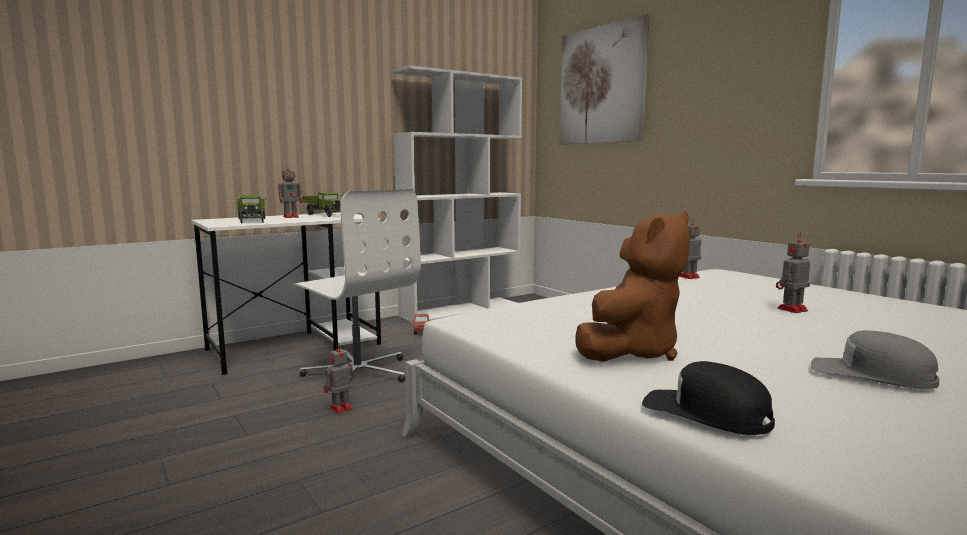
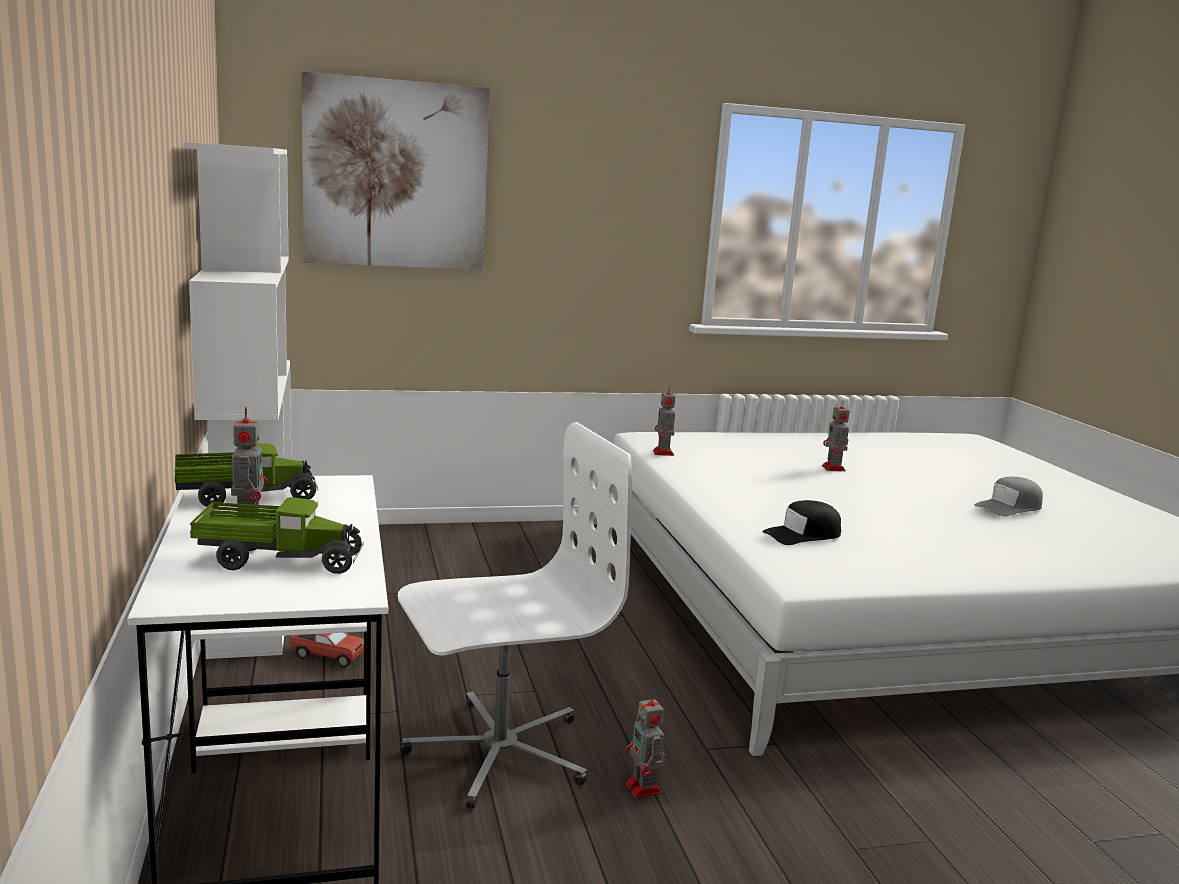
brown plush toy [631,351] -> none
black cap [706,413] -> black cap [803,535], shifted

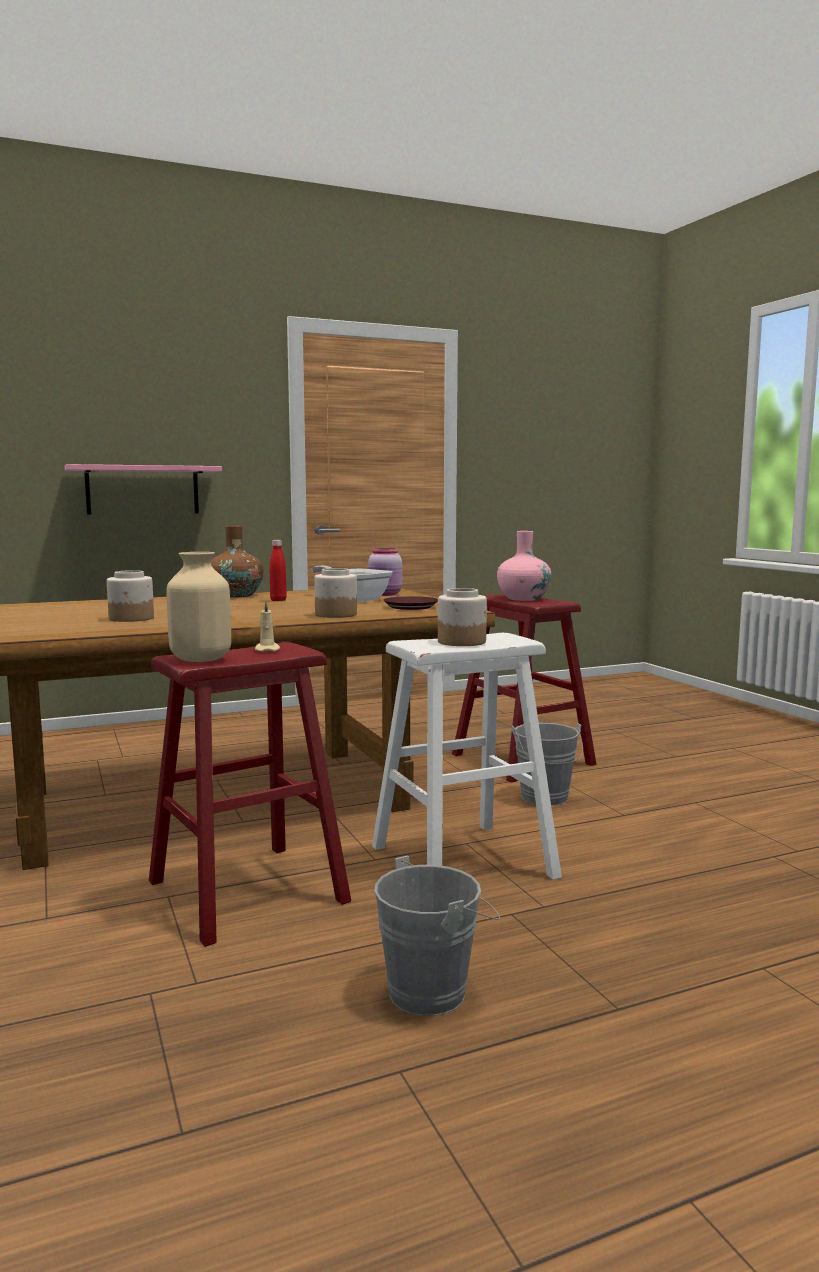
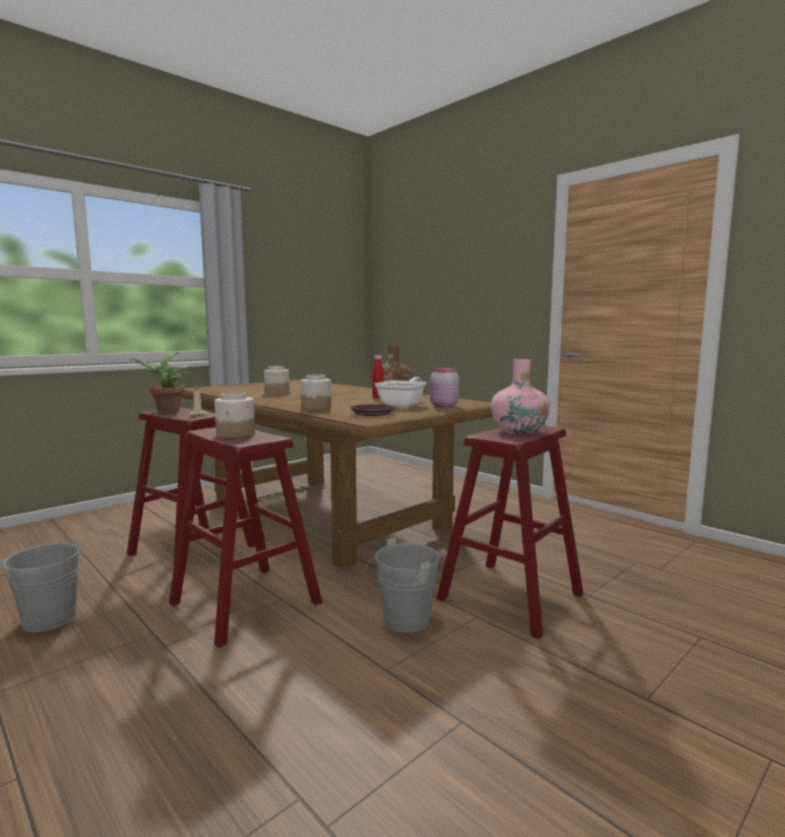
pink shelf [142,490] -> none
beige vase [200,659] -> potted plant [166,411]
white stool [462,861] -> red stool [245,602]

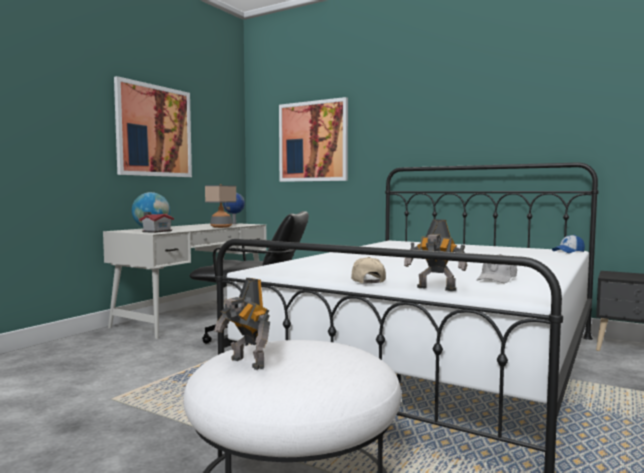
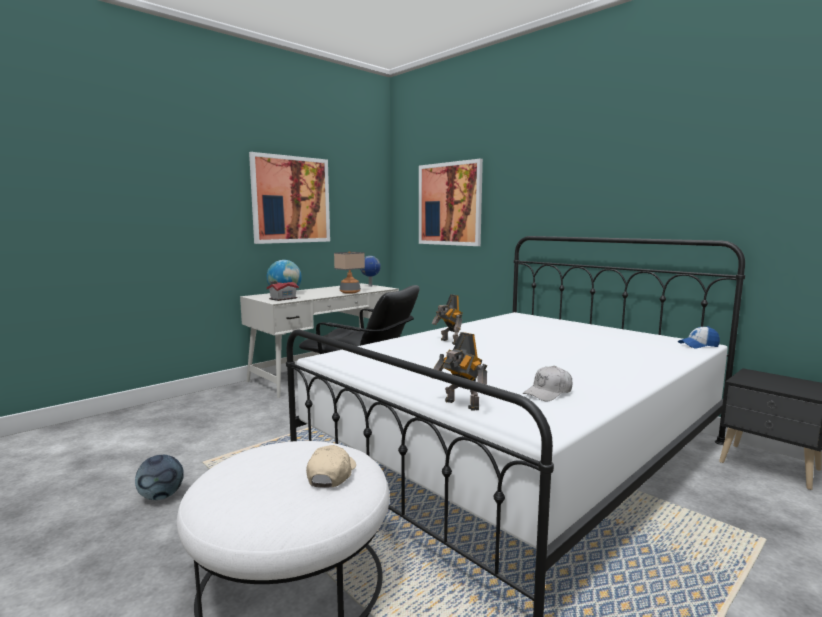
toy robot [246,364] -> toy robot [448,342], shifted
beige cap [367,281] -> beige cap [331,474], shifted
none -> football [161,496]

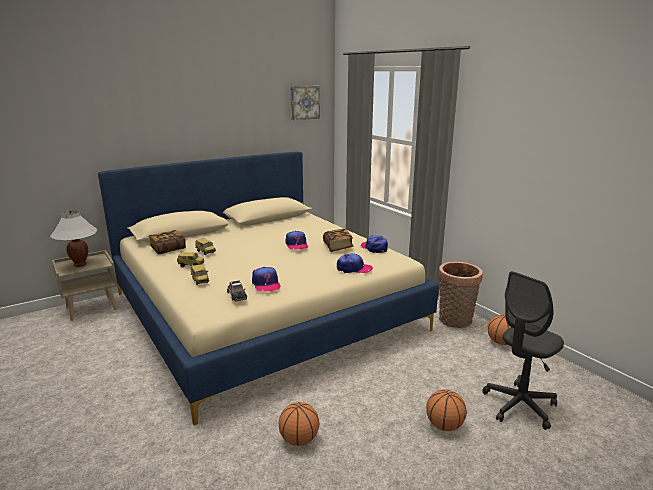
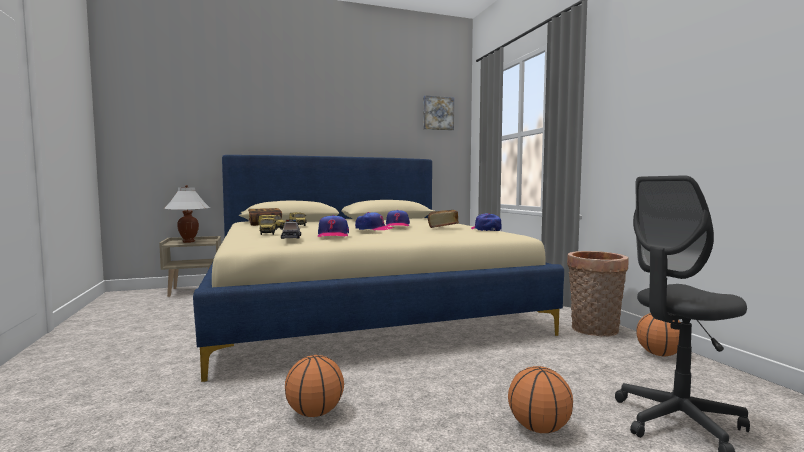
cap [354,268] -> cap [374,229], shifted

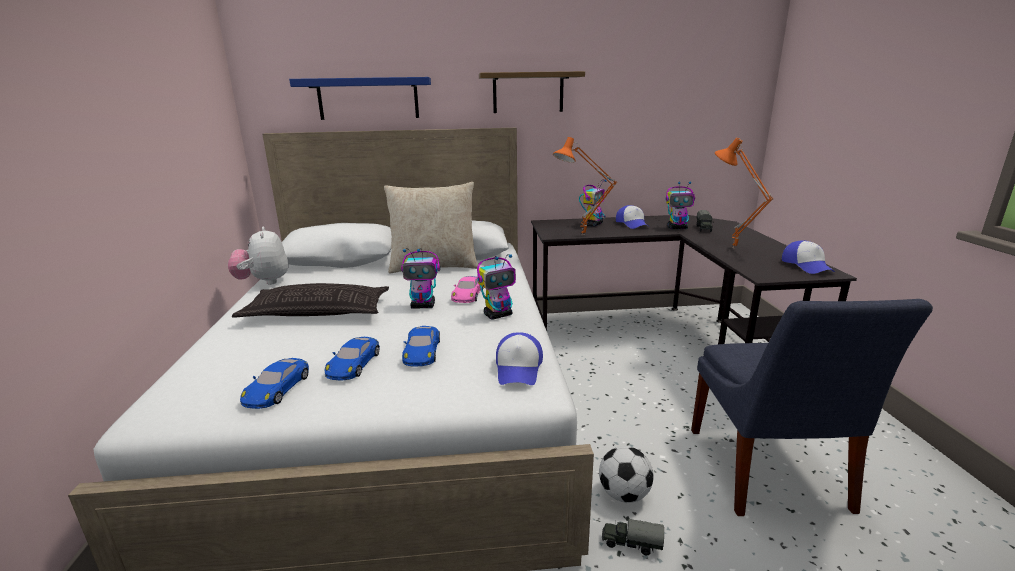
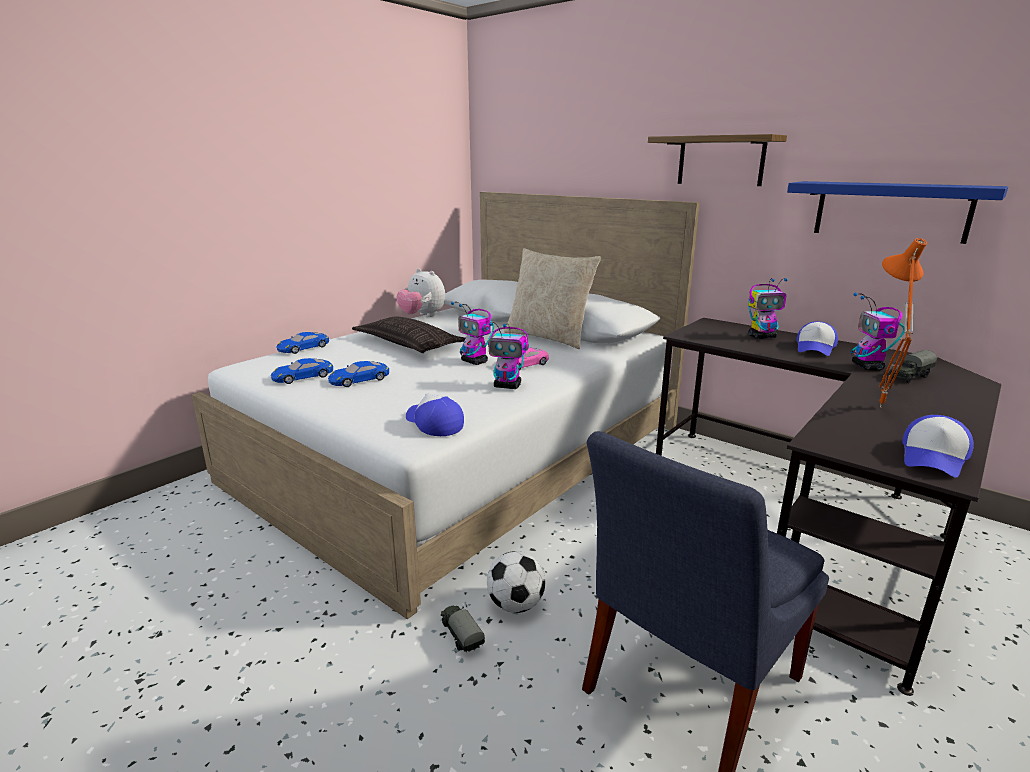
plush toy [263,282] -> plush toy [422,316], 75 degrees counterclockwise
blue shelf [368,98] -> blue shelf [891,211], shifted
blue toy car [422,351] -> blue toy car [303,348], shifted
cap [519,368] -> cap [433,423], 90 degrees clockwise
orange table lamp [583,235] -> none
toy robot [677,228] -> toy robot [867,367], 45 degrees clockwise

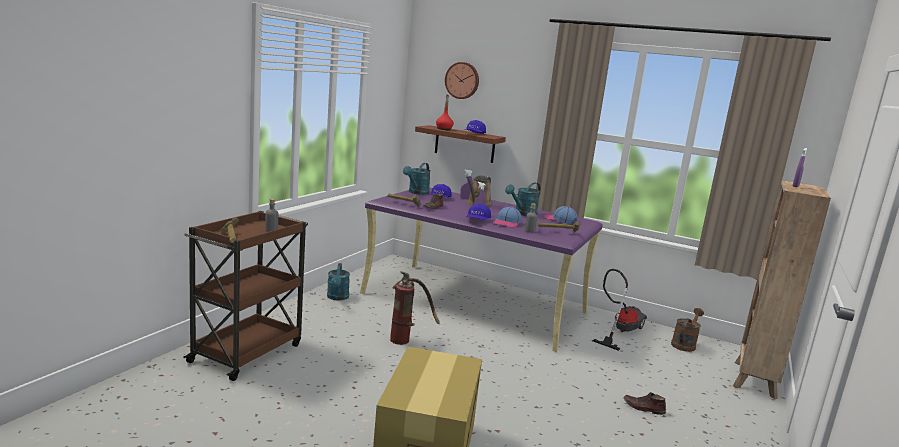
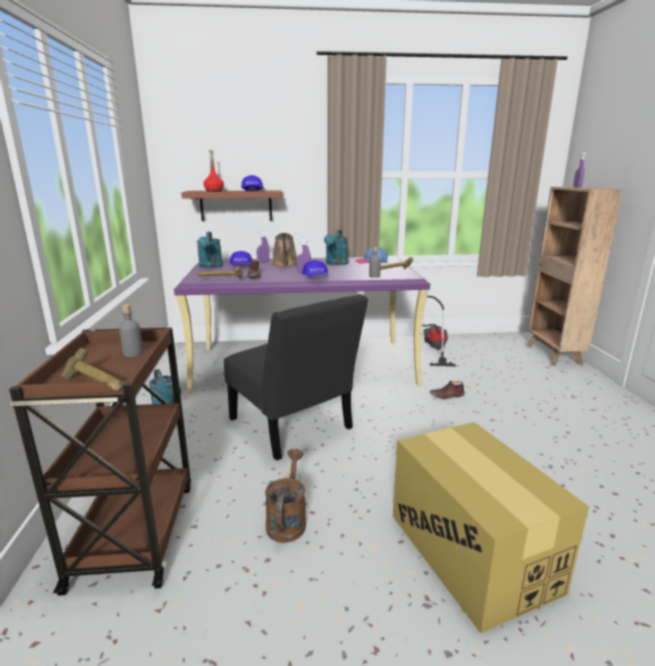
fire extinguisher [407,339] -> black chair [293,427]
wall clock [462,80] -> none
cap [507,223] -> none
brown shoe [643,408] -> brown shoe [447,395], shifted
brown watering can [684,344] -> brown watering can [287,520], shifted

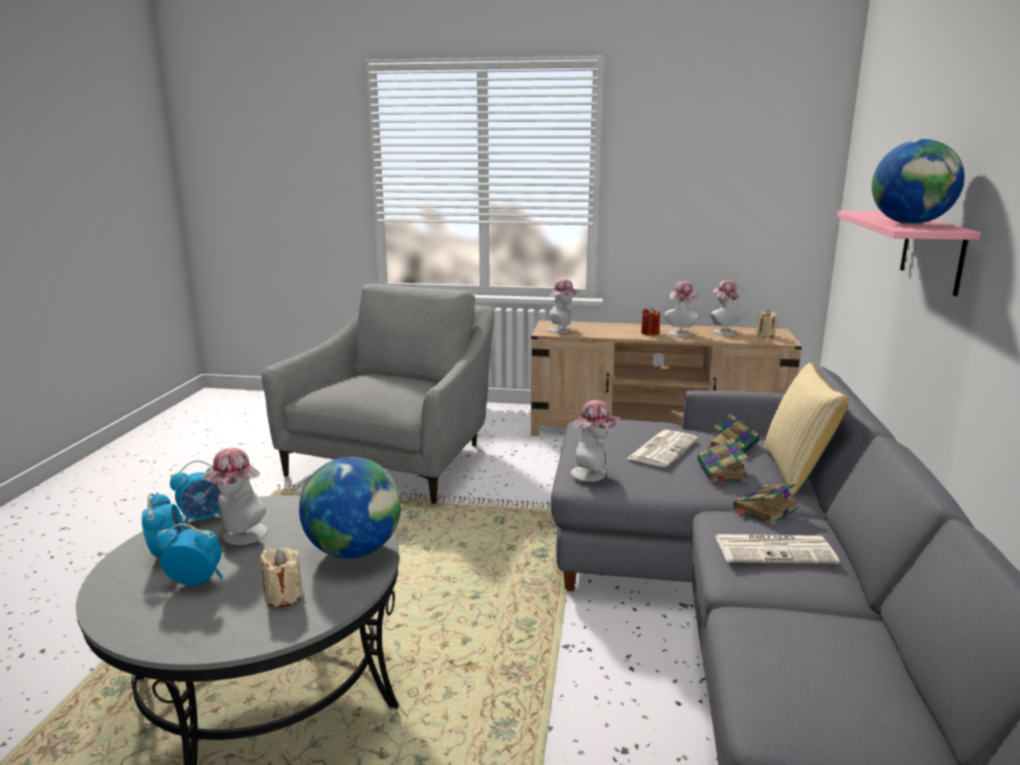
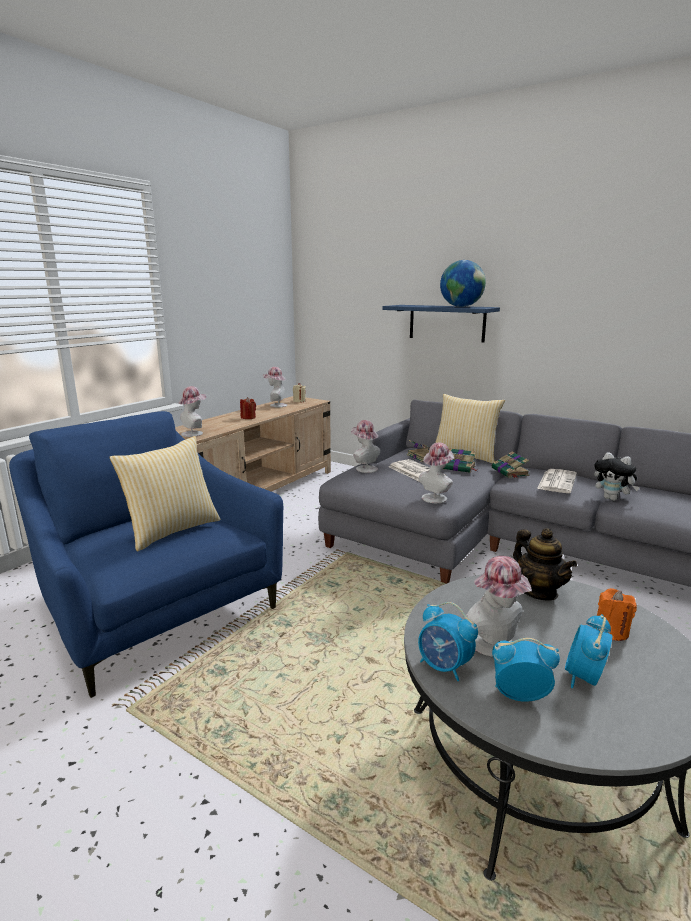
alarm clock [203,519] -> alarm clock [444,667], 135 degrees clockwise
beige candle [283,596] -> orange candle [611,631]
grey armchair [397,458] -> blue armchair [153,608]
globe [354,551] -> teapot [539,592]
hat [680,333] -> hat [364,468], shifted
pink shelf [932,251] -> blue shelf [446,323]
none -> pillow [171,530]
none -> plush toy [612,499]

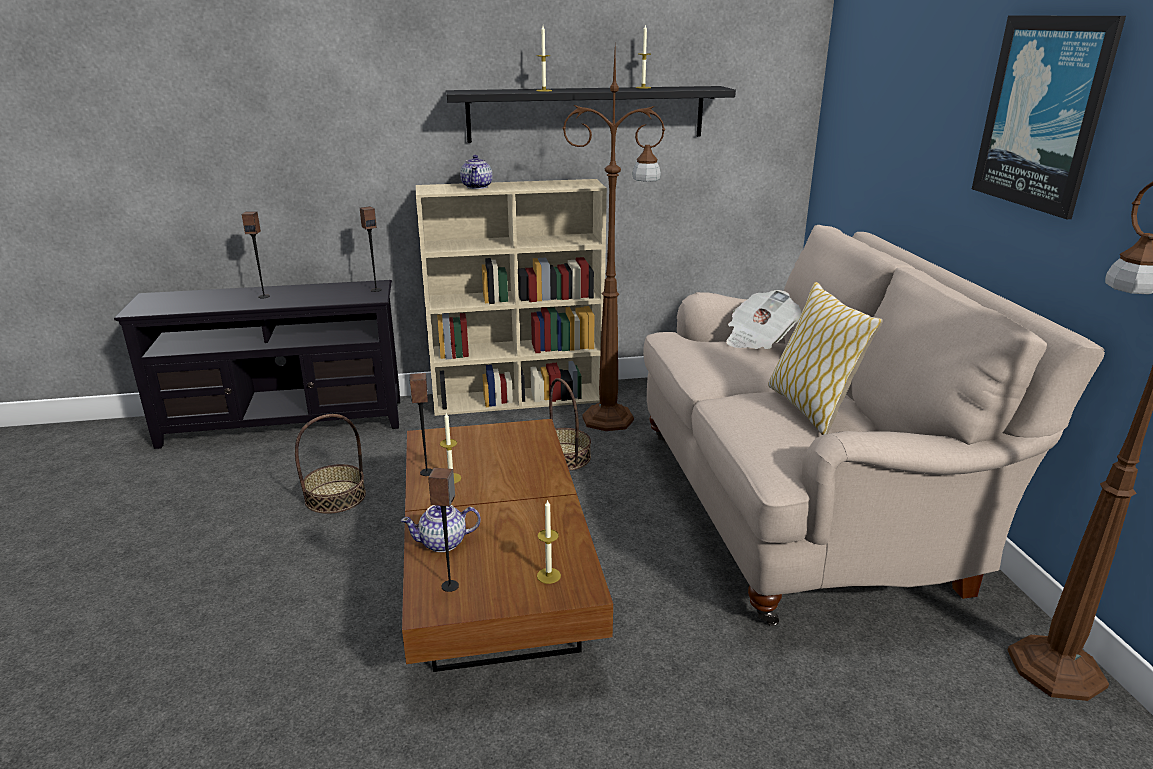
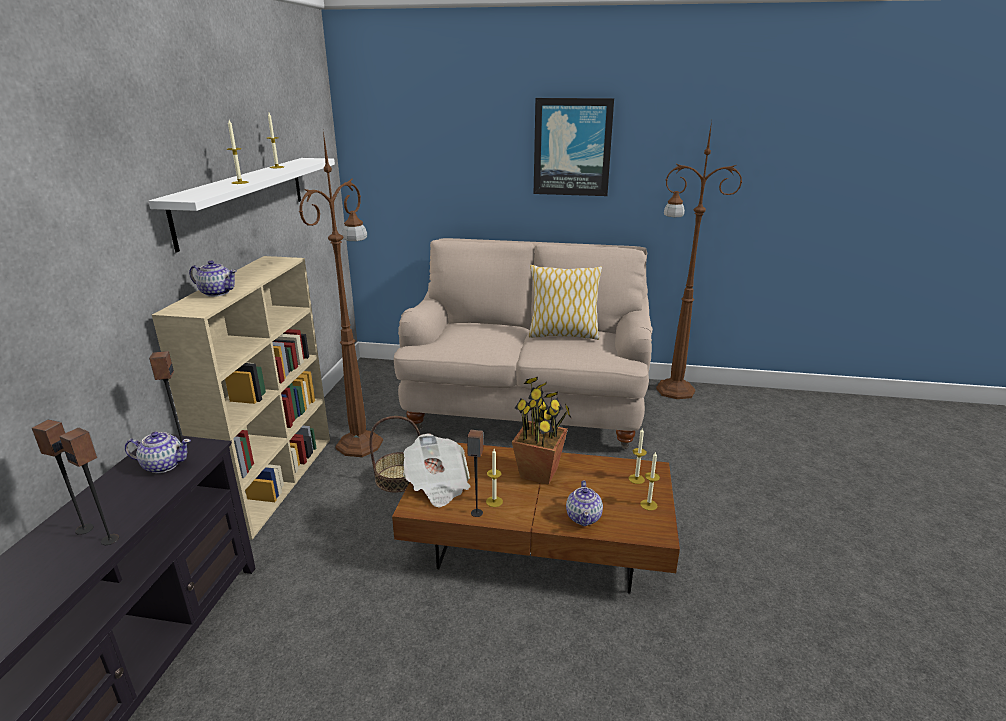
basket [335,496] -> none
speaker [450,586] -> speaker [110,539], shifted
black shelf [586,113] -> white shelf [243,199]
newspaper [758,339] -> newspaper [437,485], shifted
none -> teapot [163,465]
none -> potted plant [539,472]
none -> candle [648,505]

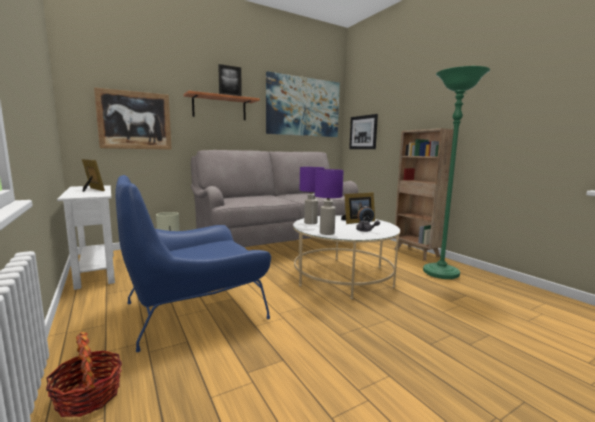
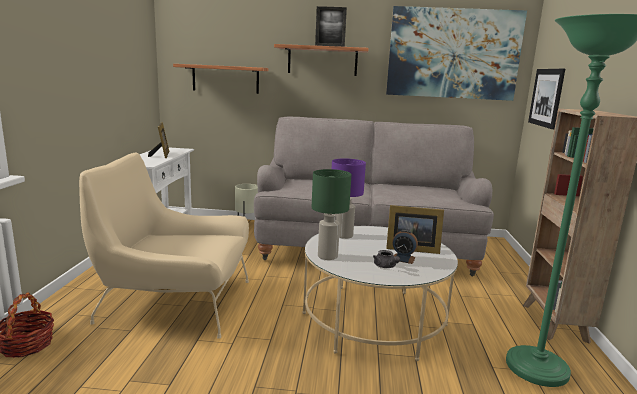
picture [135,120] -> shelf [225,79]
blue armchair [194,309] -> beige armchair [175,302]
purple table lamp [327,233] -> green table lamp [328,256]

